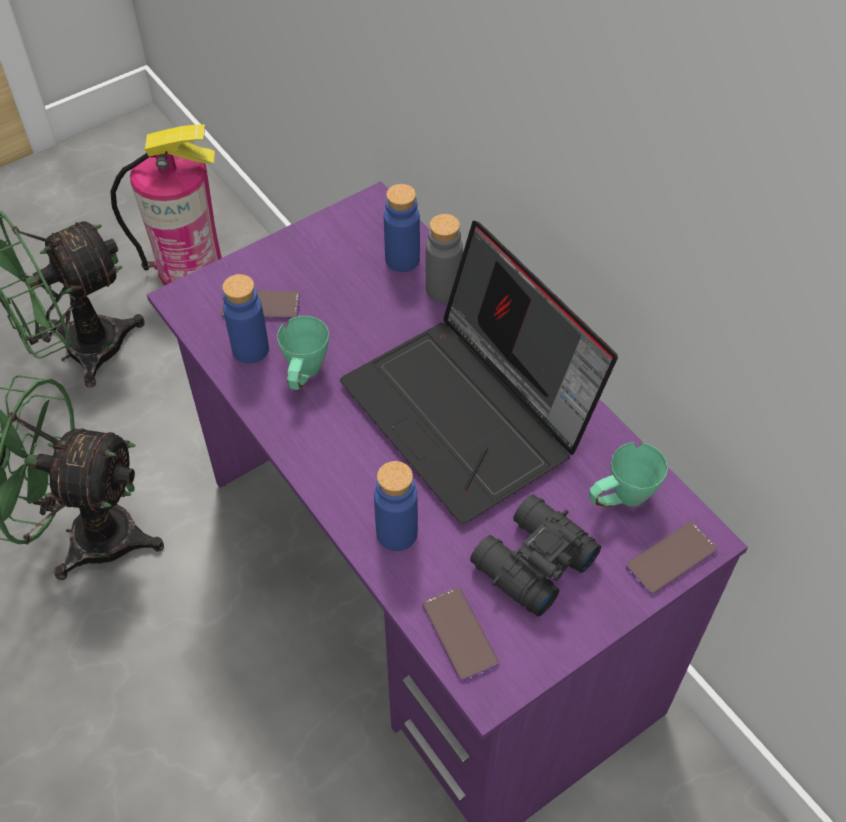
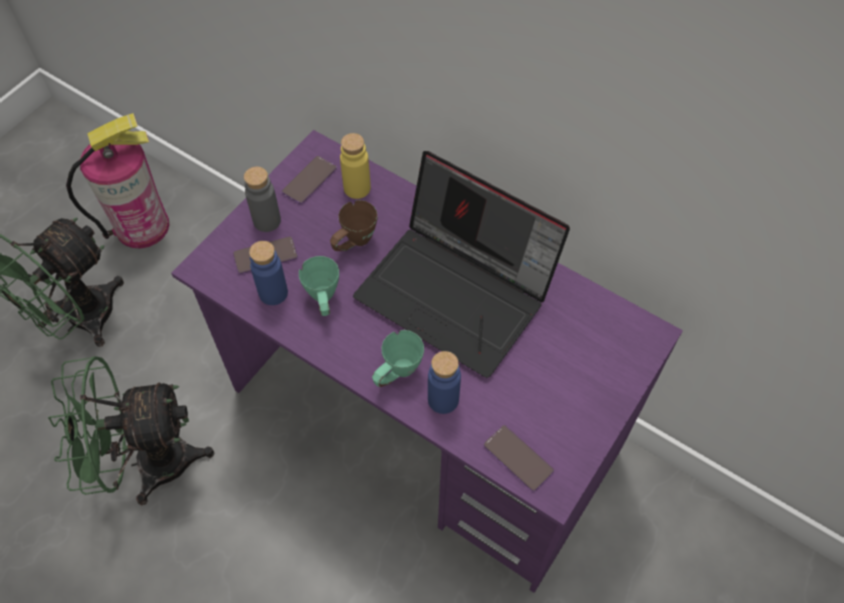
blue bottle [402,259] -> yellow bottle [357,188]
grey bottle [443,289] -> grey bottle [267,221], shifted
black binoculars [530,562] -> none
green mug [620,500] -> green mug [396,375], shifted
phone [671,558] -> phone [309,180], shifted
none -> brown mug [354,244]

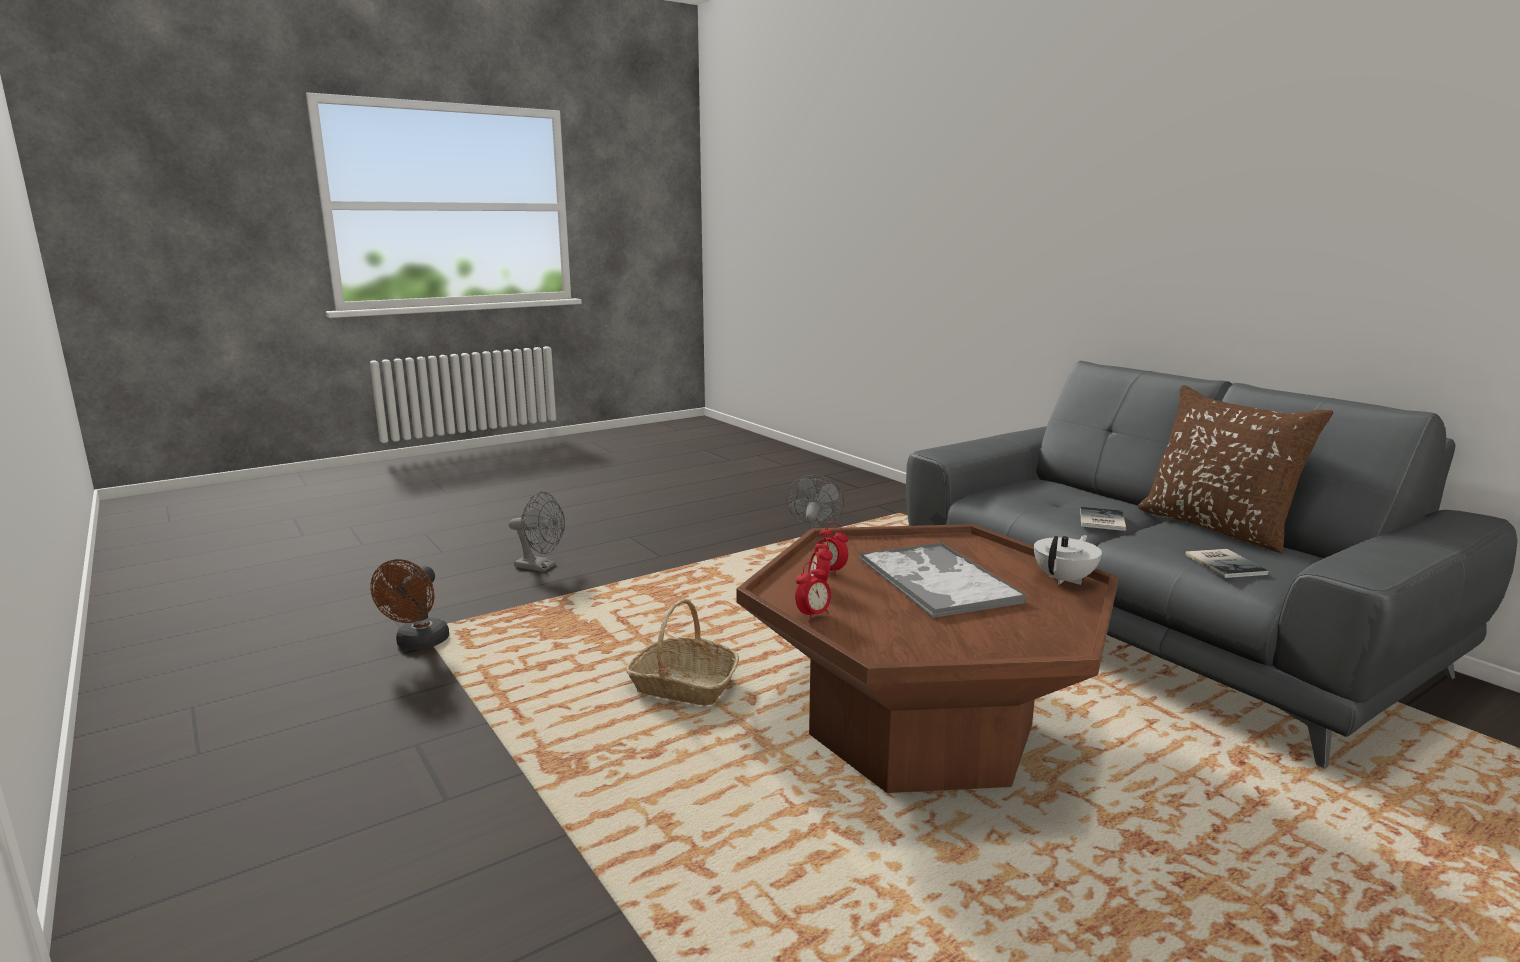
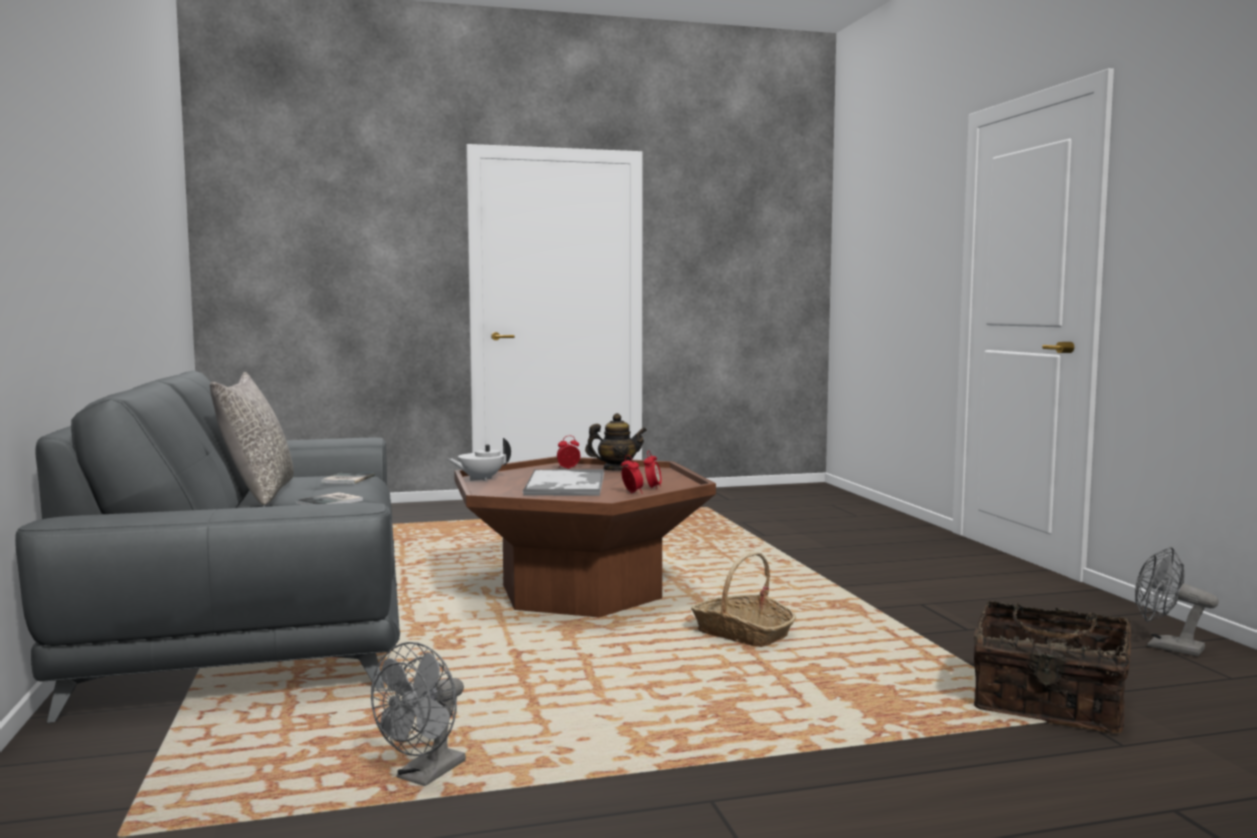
brown fan [418,644] -> basket [1048,705]
grey fan [541,567] -> grey fan [1166,647], shifted
alarm clock [813,615] -> alarm clock [568,468], shifted
brown pillow [1217,527] -> grey pillow [258,493]
none -> teapot [616,469]

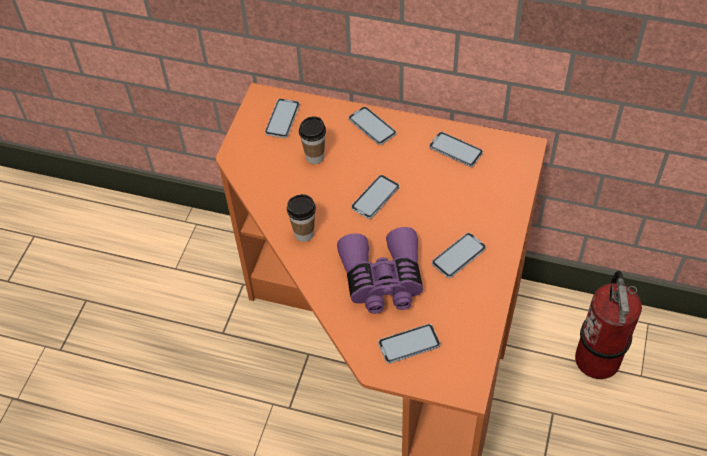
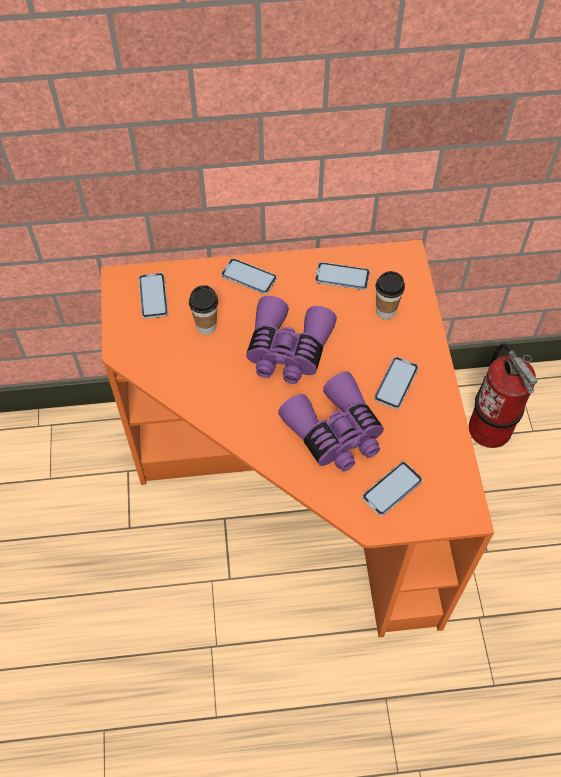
cup [304,233] -> cup [385,311], shifted
phone [375,197] -> purple binoculars [287,350]

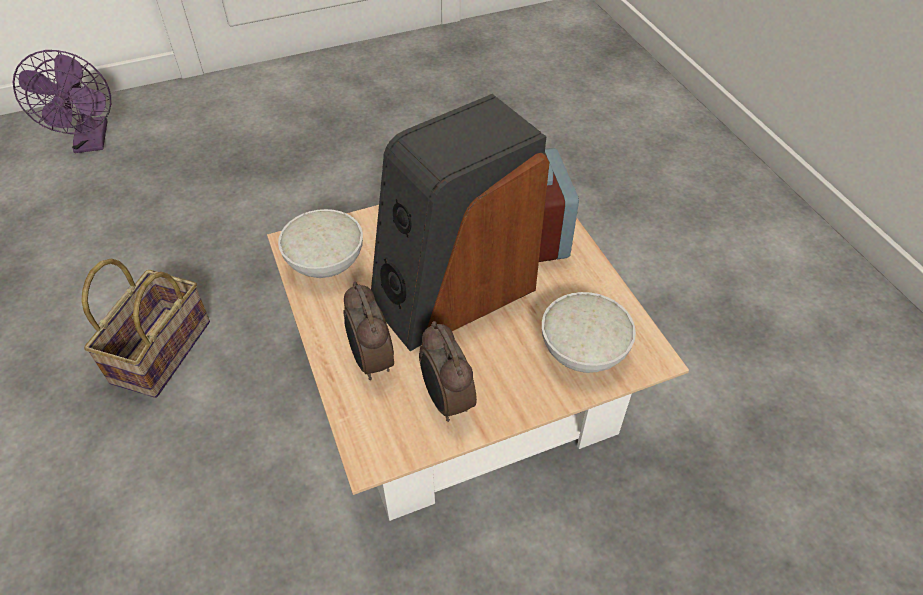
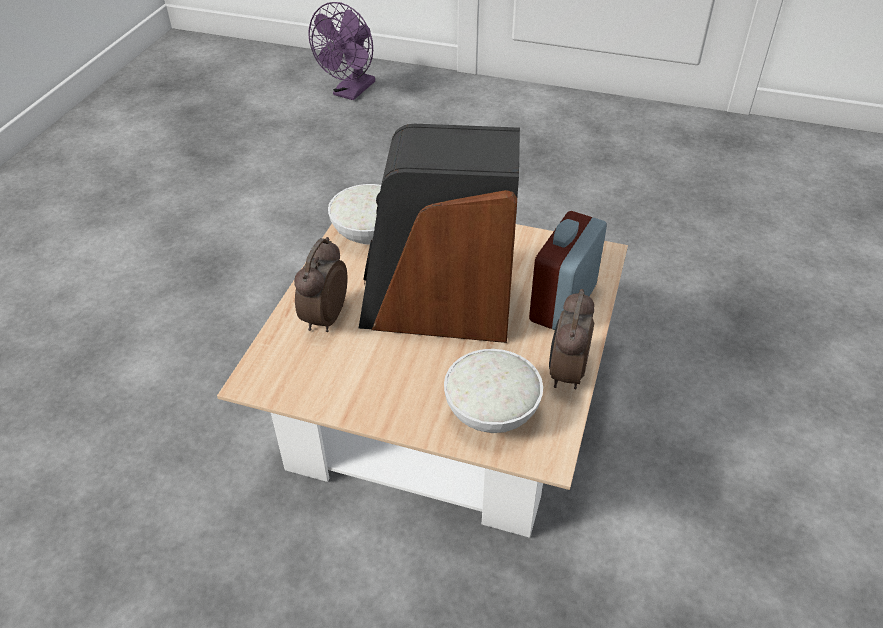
basket [161,349] -> none
alarm clock [446,401] -> alarm clock [566,373], shifted

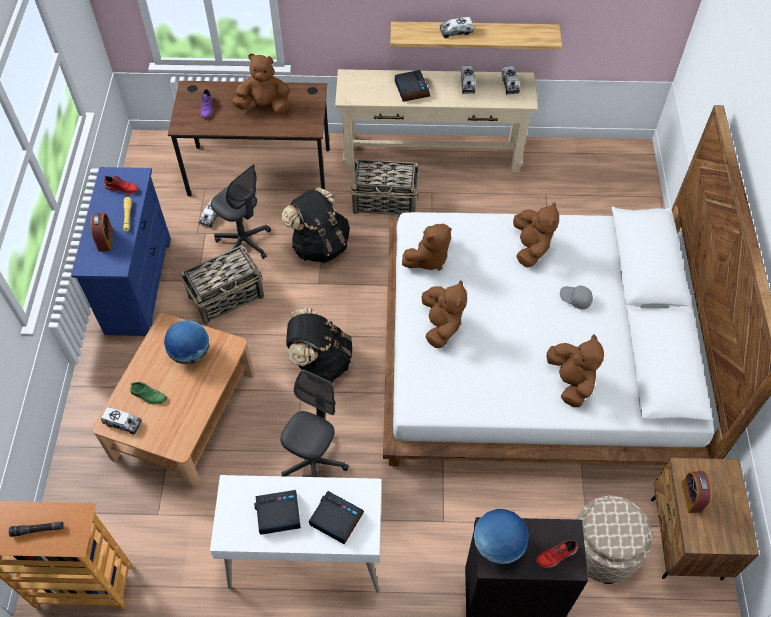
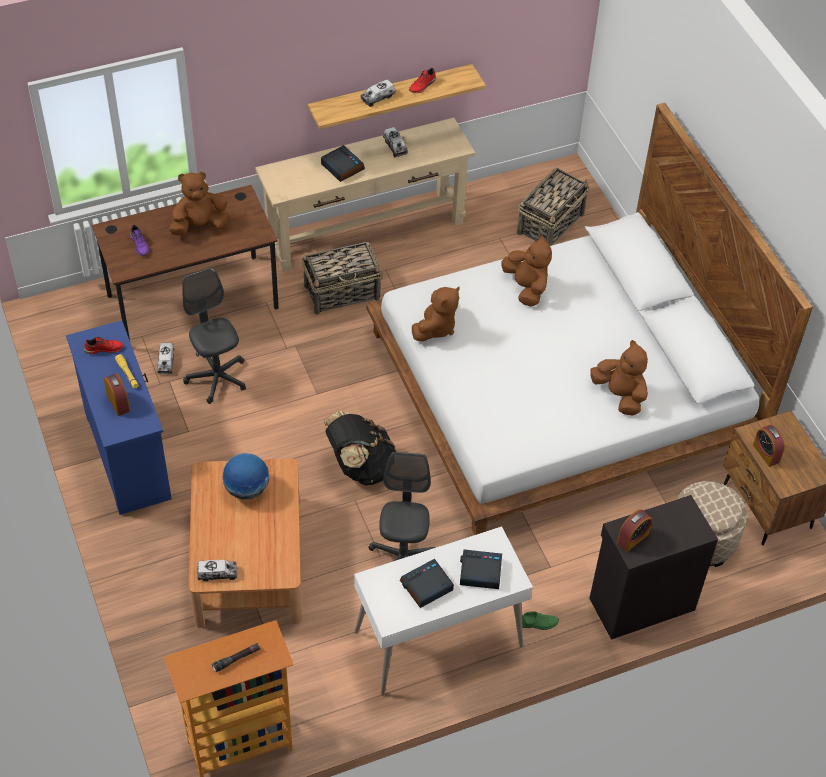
green shoe [148,395] -> green shoe [538,623], shifted
basket [227,296] -> basket [551,223], shifted
grey office chair [244,243] -> grey office chair [217,378], 135 degrees counterclockwise
black backpack [320,245] -> none
brown plush toy [441,325] -> none
globe [498,545] -> alarm clock [632,538]
toy truck [510,85] -> none
red shoe [556,556] -> red shoe [422,86], shifted
grey cap [575,299] -> none

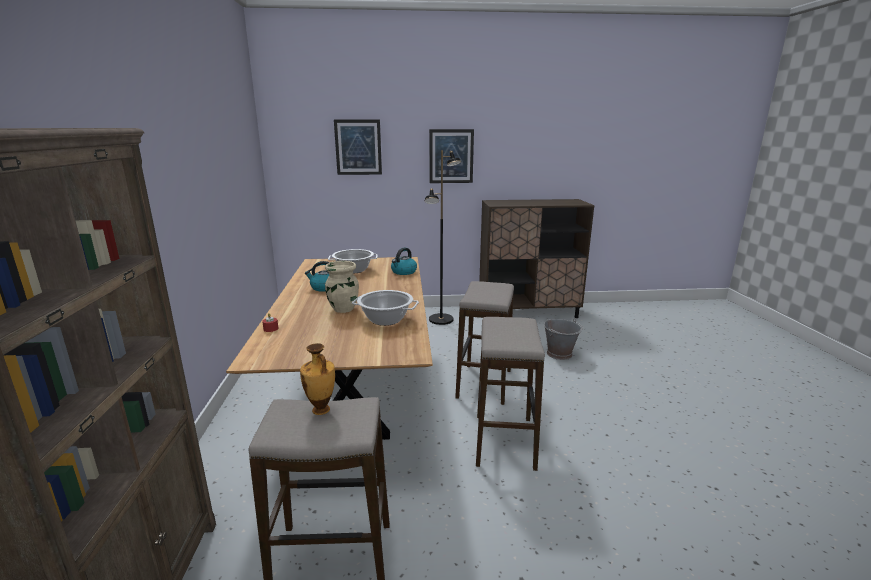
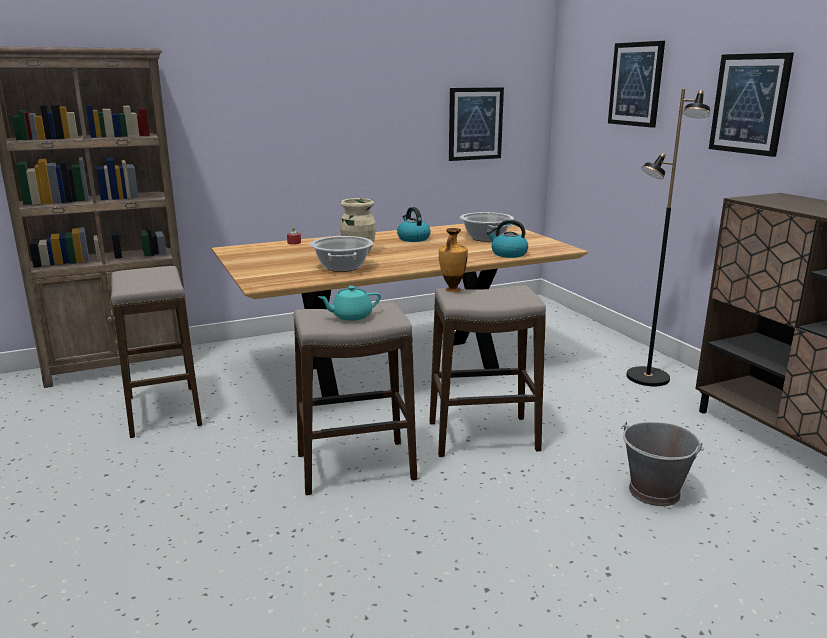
vase [321,410] -> vase [452,290], shifted
none -> turquoise teapot [351,316]
none -> picture [475,124]

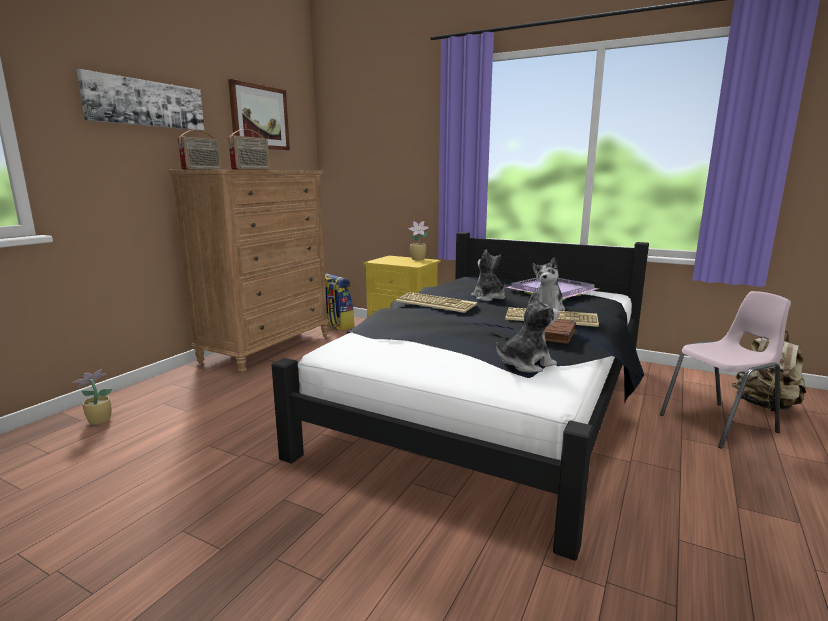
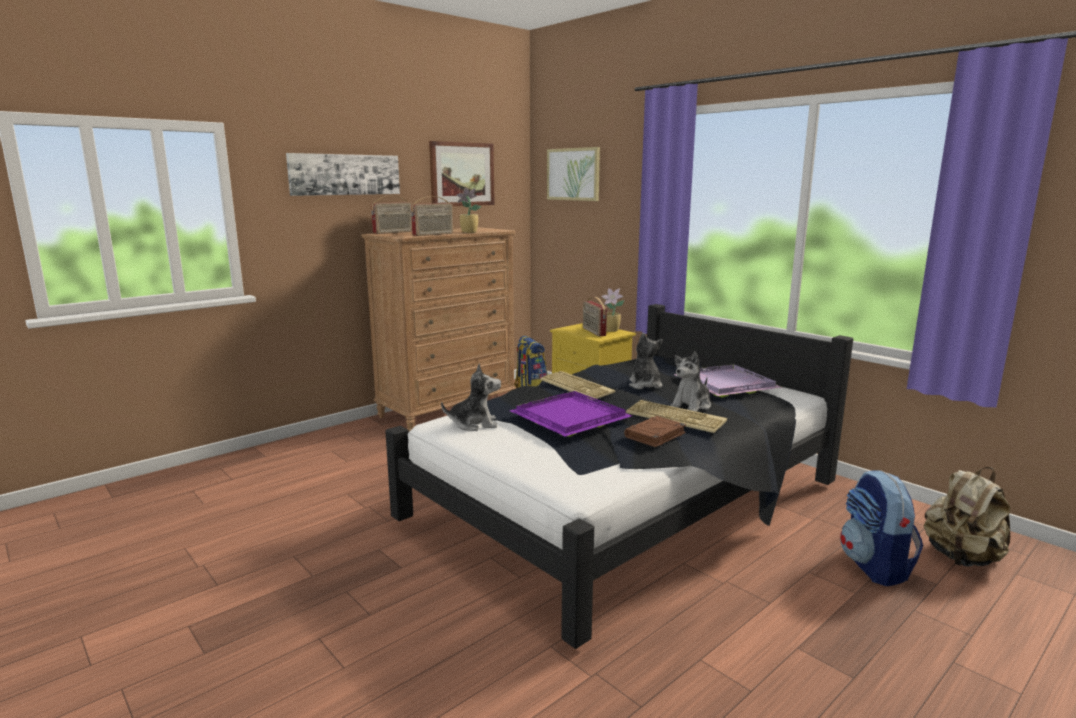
potted plant [98,421] -> potted plant [468,232], shifted
plush toy [526,364] -> plush toy [474,424], shifted
pink chair [720,424] -> backpack [875,567]
none -> purple tray [570,418]
none -> picture [573,174]
none -> radio [593,332]

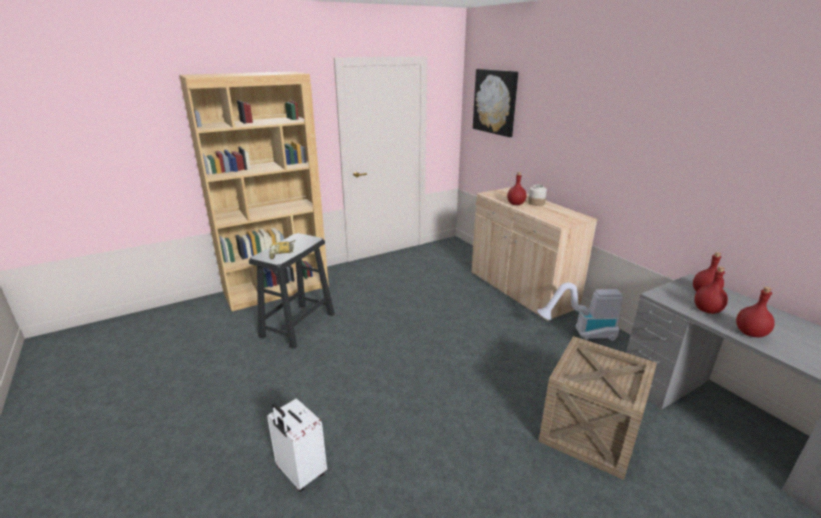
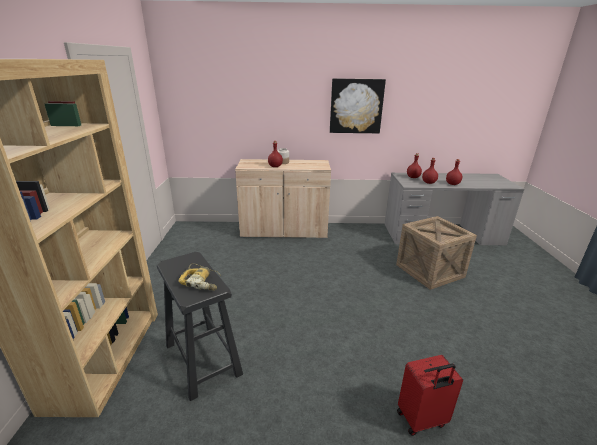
white suitcase [300,473] -> red suitcase [422,420]
picture [495,102] -> picture [356,106], shifted
vacuum cleaner [581,334] -> none

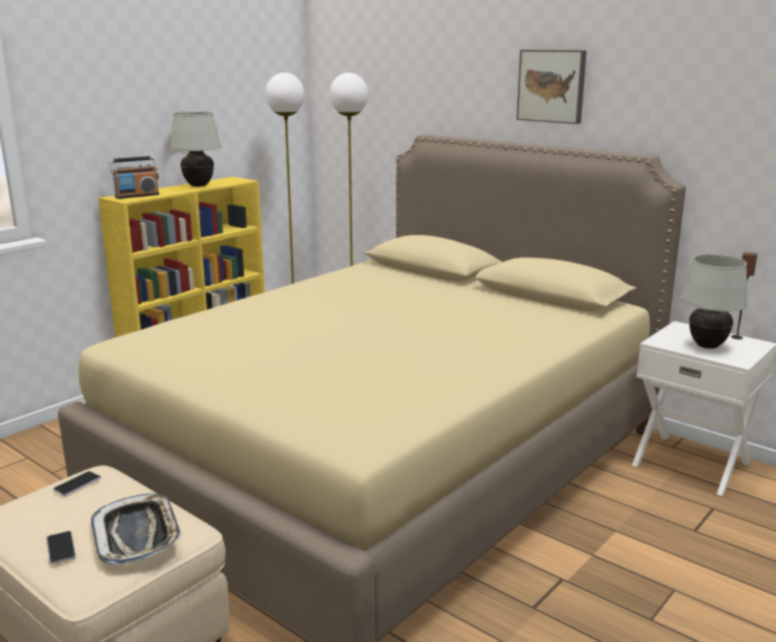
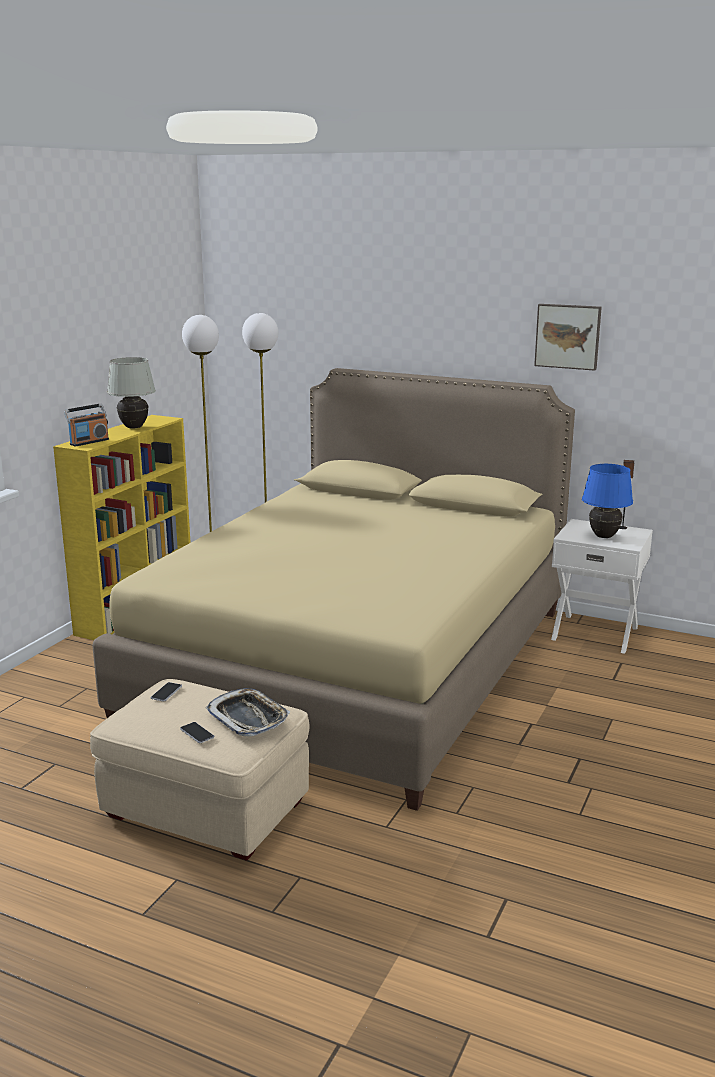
picture [552,86] -> picture [568,336], shifted
white table lamp [707,346] -> blue table lamp [604,536]

